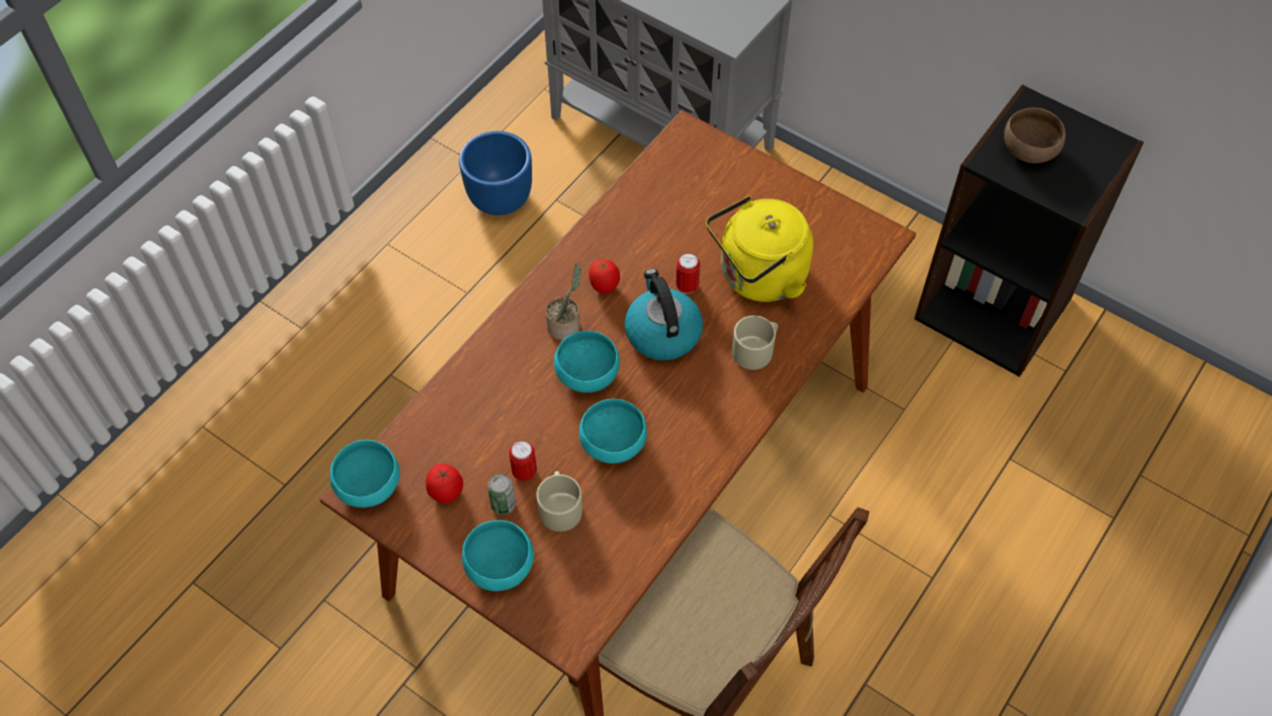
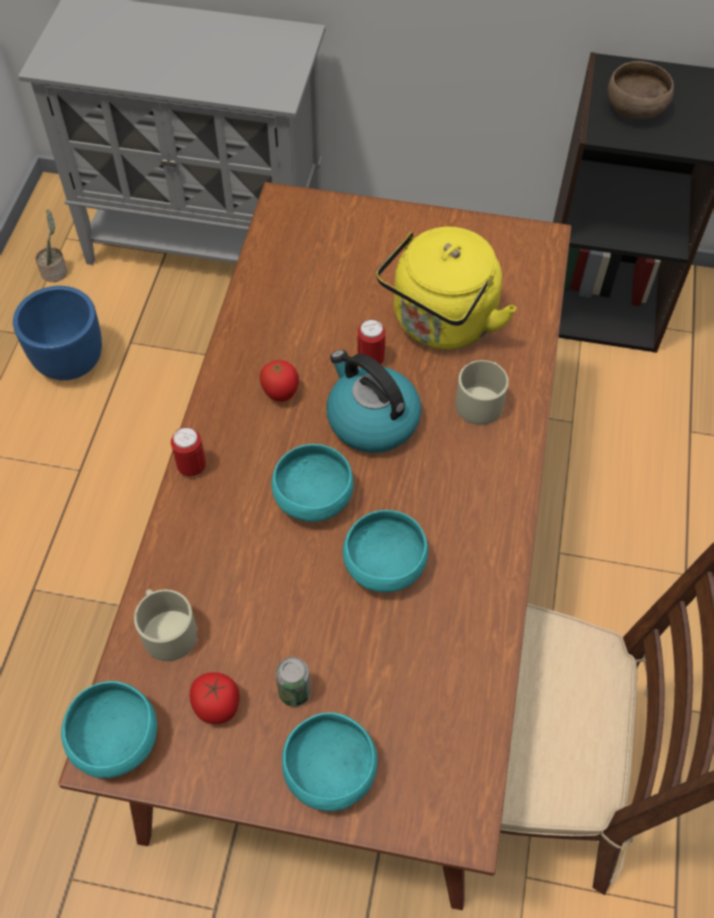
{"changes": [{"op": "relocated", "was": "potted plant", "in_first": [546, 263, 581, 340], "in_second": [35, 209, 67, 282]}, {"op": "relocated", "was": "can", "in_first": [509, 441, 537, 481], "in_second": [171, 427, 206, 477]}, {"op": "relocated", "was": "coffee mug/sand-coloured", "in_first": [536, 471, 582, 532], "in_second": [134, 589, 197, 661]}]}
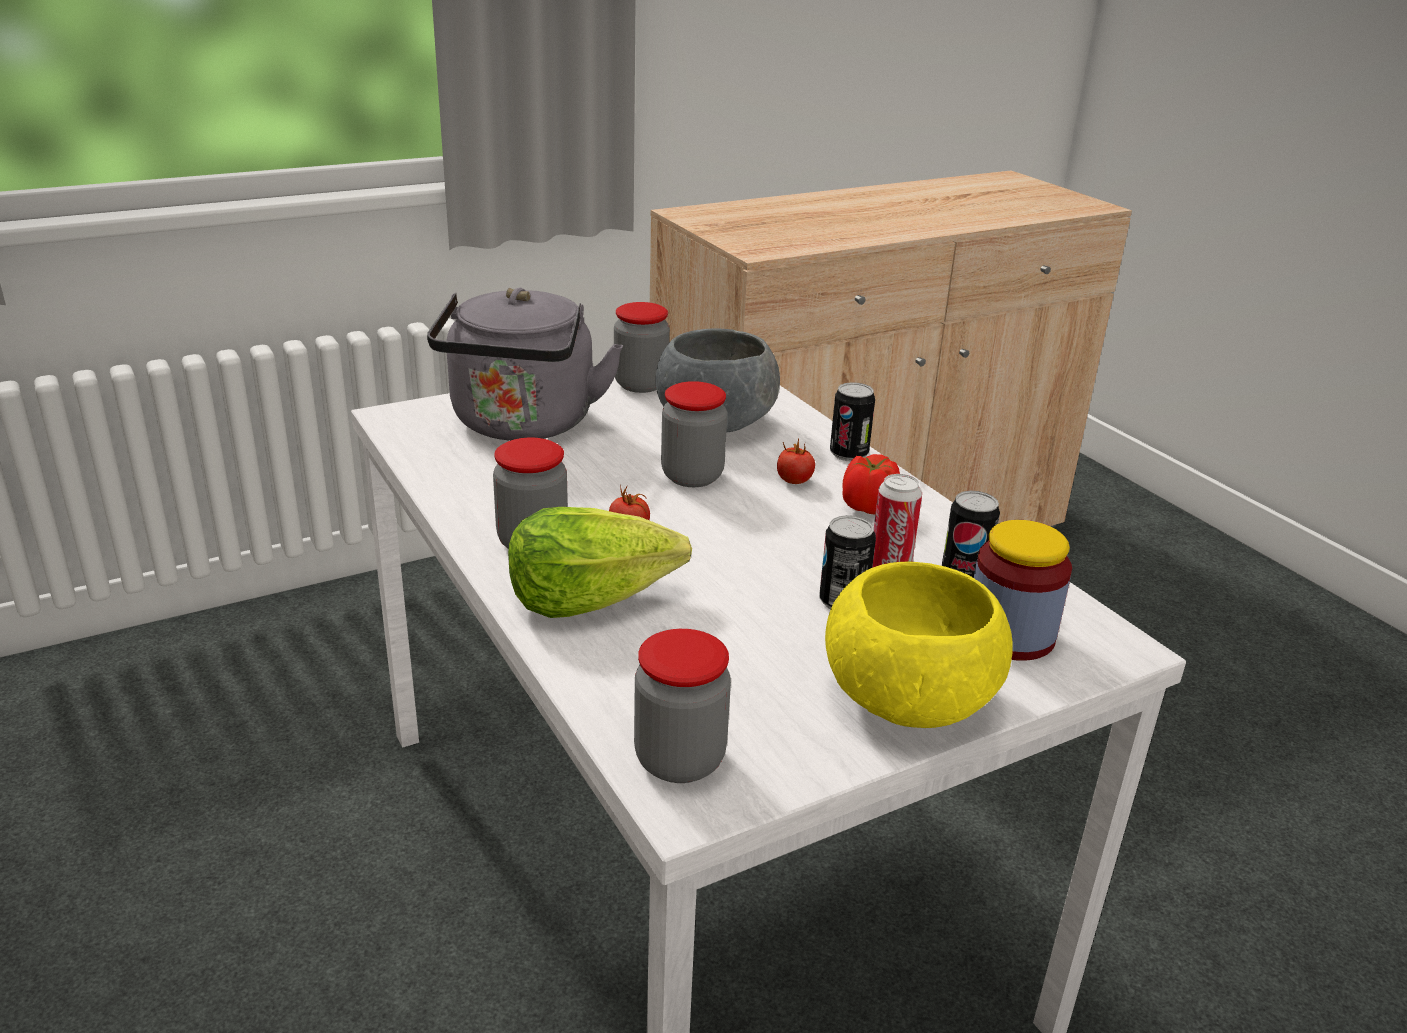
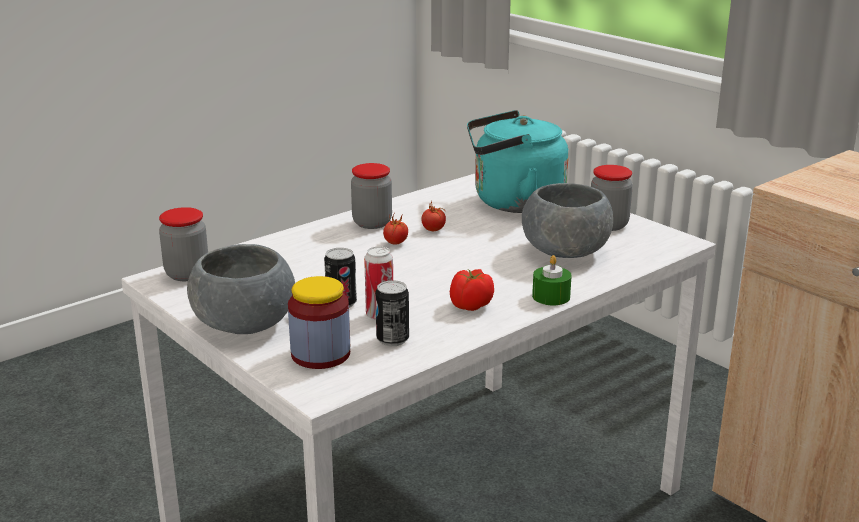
{"changes": [{"op": "colour", "was": "tea kettle/grey", "now": "tea kettle/turquoise-coloured", "in_first": [427, 288, 623, 441], "in_second": [467, 110, 569, 213]}, {"op": "missing", "was": "storage jar", "in_first": [661, 381, 727, 487]}, {"op": "exchanged", "was": "can", "now": "candle/green-coloured", "in_first": [830, 382, 875, 461], "in_second": [532, 255, 572, 305]}, {"op": "relocated", "was": "tomato", "in_first": [777, 438, 815, 484], "in_second": [421, 202, 446, 231]}, {"op": "missing", "was": "head of lettuce", "in_first": [508, 507, 692, 618]}, {"op": "colour", "was": "serving bowl/yellow", "now": "serving bowl/grey", "in_first": [825, 562, 1013, 728], "in_second": [187, 244, 295, 334]}]}
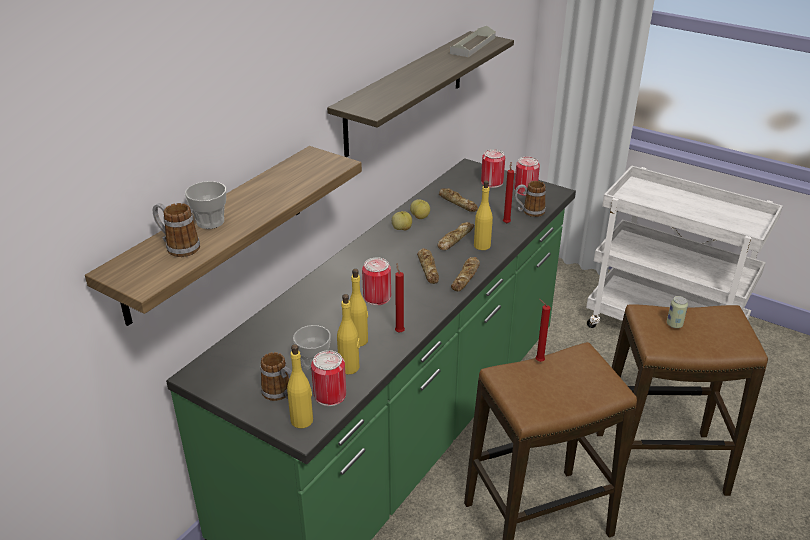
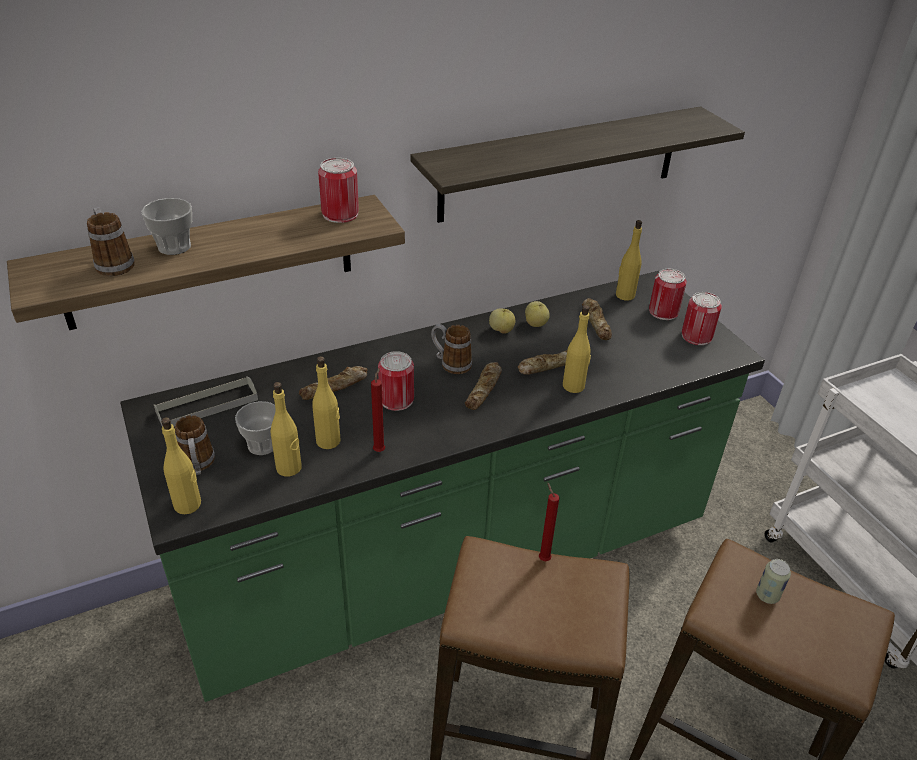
{"changes": [{"op": "relocated", "was": "tray/grey", "in_first": [450, 26, 496, 57], "in_second": [154, 376, 258, 427]}, {"op": "missing", "was": "candle/red", "in_first": [503, 162, 514, 224]}, {"op": "relocated", "was": "coffee mug", "in_first": [515, 181, 546, 217], "in_second": [431, 324, 472, 374]}, {"op": "relocated", "was": "bread", "in_first": [451, 257, 480, 291], "in_second": [299, 366, 368, 400]}, {"op": "relocated", "was": "can", "in_first": [311, 350, 346, 406], "in_second": [318, 158, 359, 223]}, {"op": "appeared", "now": "drink bottle/yellow", "in_second": [616, 220, 642, 301]}]}
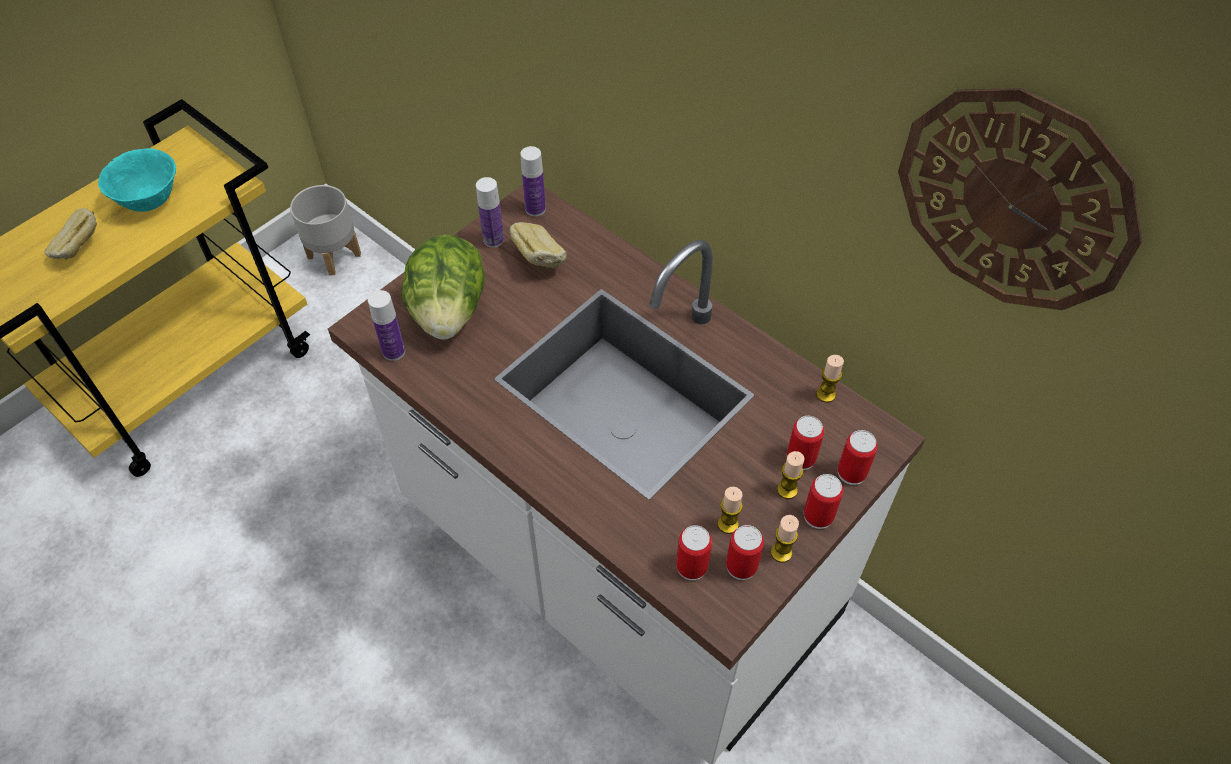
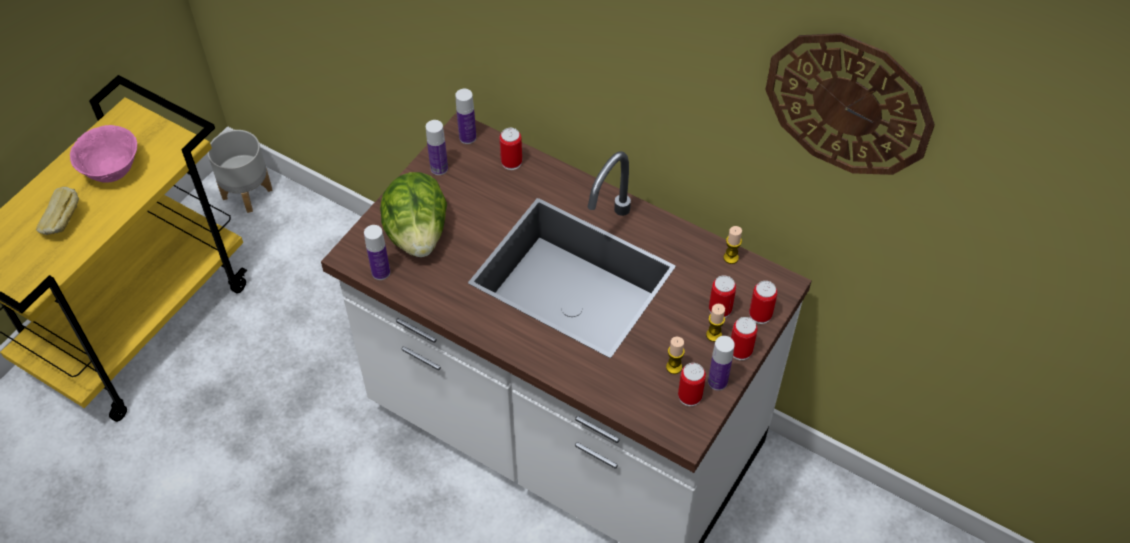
{"changes": [{"op": "colour", "was": "serving bowl/turquoise-coloured", "now": "serving bowl/pink", "in_first": [98, 148, 176, 212], "in_second": [70, 125, 137, 183]}, {"op": "missing", "was": "bread", "in_first": [510, 222, 567, 269]}, {"op": "exchanged", "was": "candle", "now": "drink bottle", "in_first": [771, 515, 799, 563], "in_second": [708, 336, 735, 391]}, {"op": "relocated", "was": "can", "in_first": [676, 525, 712, 581], "in_second": [499, 128, 522, 170]}]}
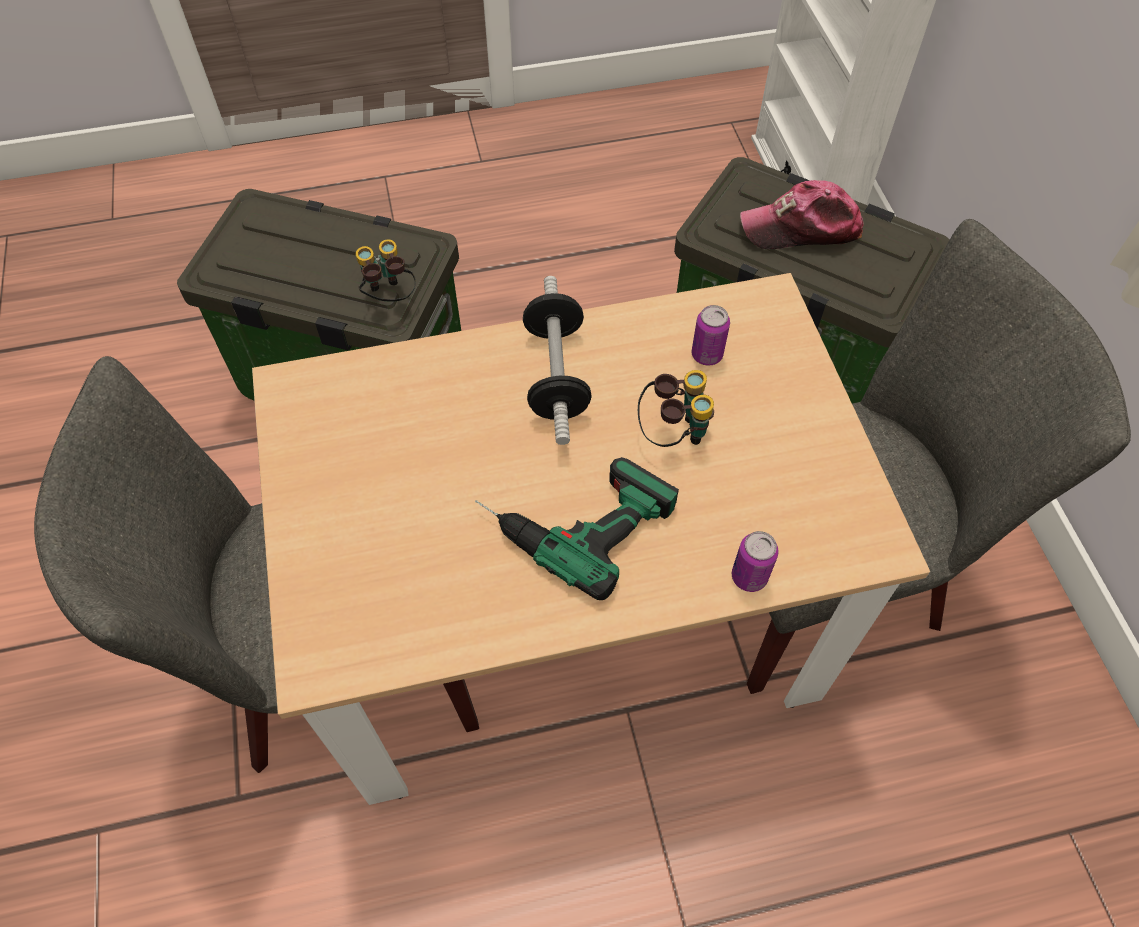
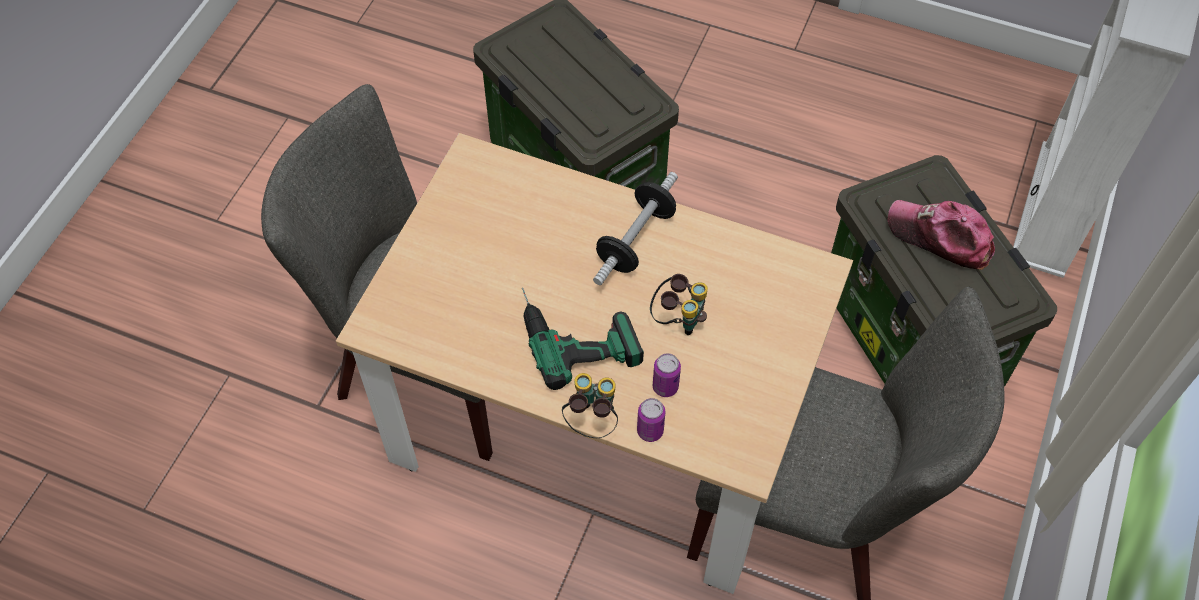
{"changes": [{"op": "relocated", "was": "pair of binoculars", "in_first": [356, 239, 416, 302], "in_second": [562, 373, 618, 438]}, {"op": "relocated", "was": "can", "in_first": [692, 305, 730, 366], "in_second": [653, 353, 681, 397]}]}
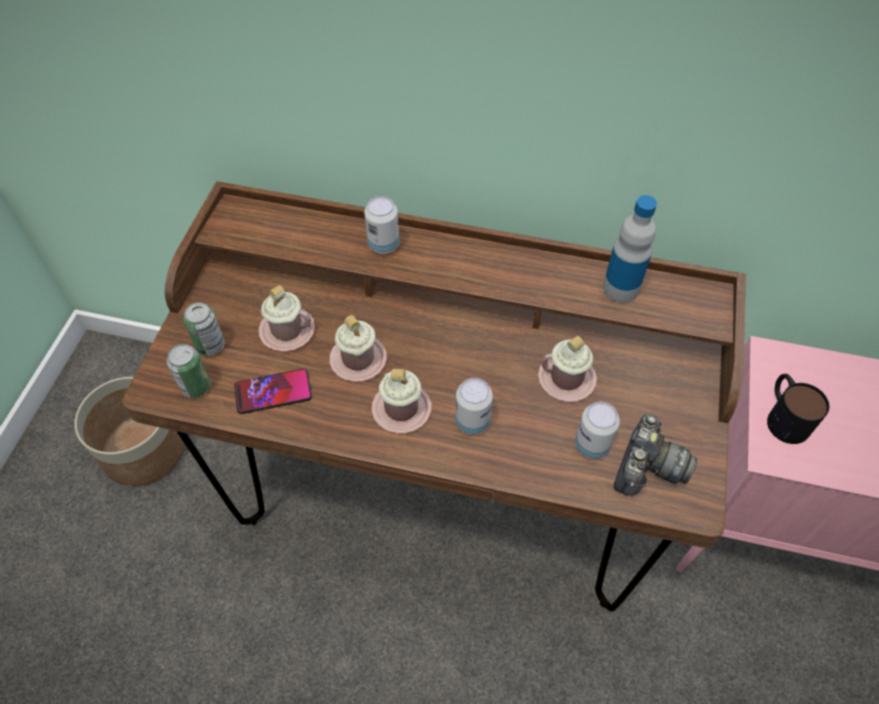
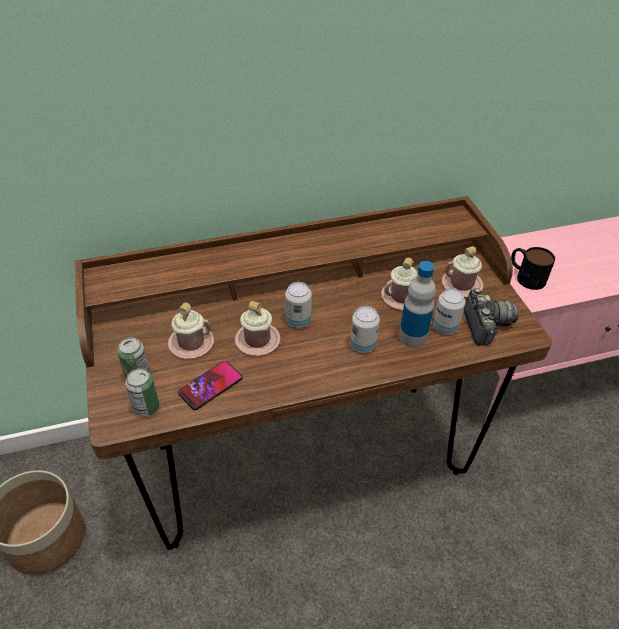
{"changes": [{"op": "relocated", "was": "drink bottle", "in_first": [603, 195, 657, 303], "in_second": [399, 261, 436, 347]}, {"op": "relocated", "was": "can", "in_first": [364, 196, 399, 254], "in_second": [285, 282, 312, 328]}, {"op": "relocated", "was": "coffee mug/pink", "in_first": [371, 369, 431, 433], "in_second": [442, 246, 484, 297]}]}
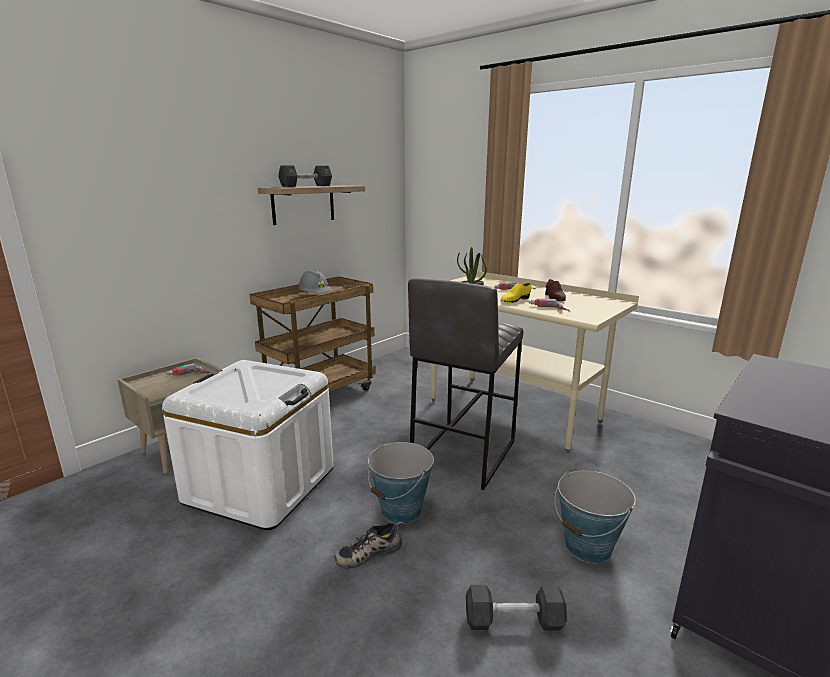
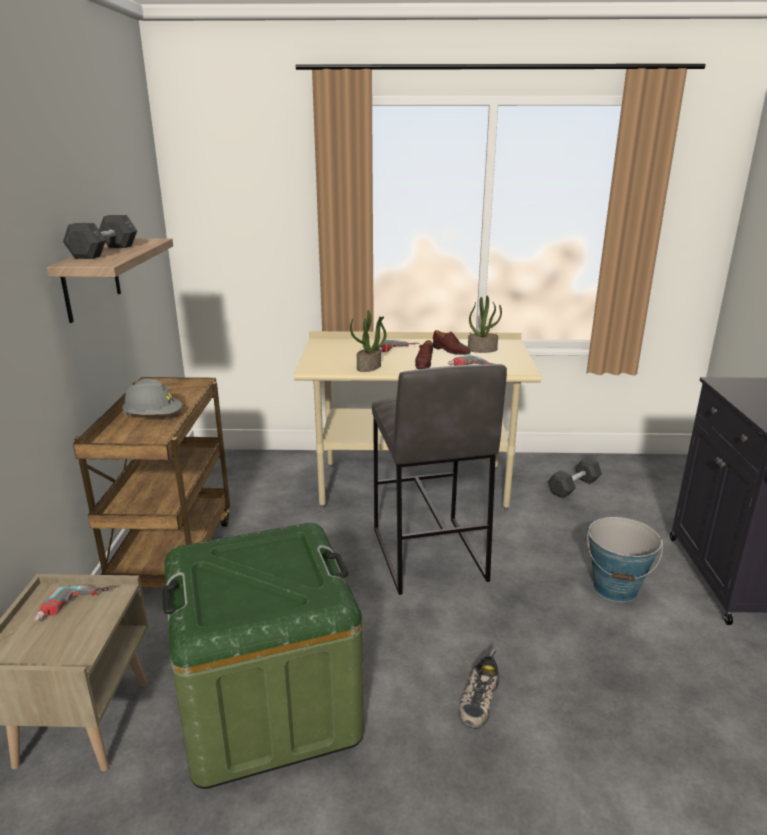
{"changes": [{"op": "colour", "was": "low shoe/yellow", "now": "low shoe/brownish", "in_first": [500, 283, 531, 303], "in_second": [415, 340, 433, 369]}, {"op": "colour", "was": "storage box/white-coloured", "now": "storage box/green-coloured", "in_first": [162, 360, 333, 530], "in_second": [162, 523, 364, 789]}, {"op": "missing", "was": "pail", "in_first": [368, 442, 434, 524]}, {"op": "relocated", "was": "dumbbell/grey", "in_first": [466, 585, 567, 631], "in_second": [548, 457, 602, 498]}, {"op": "appeared", "now": "potted plant", "in_second": [468, 296, 502, 353]}]}
